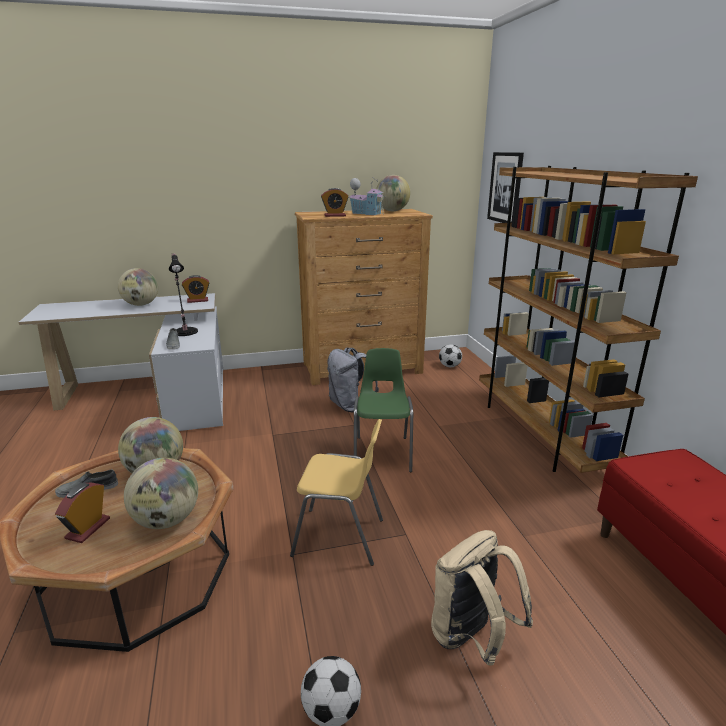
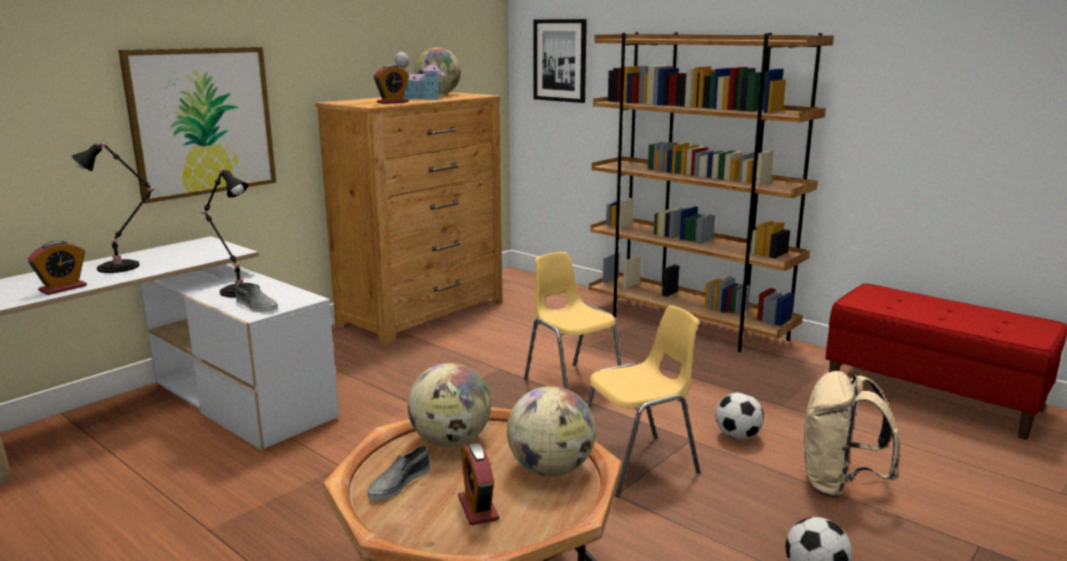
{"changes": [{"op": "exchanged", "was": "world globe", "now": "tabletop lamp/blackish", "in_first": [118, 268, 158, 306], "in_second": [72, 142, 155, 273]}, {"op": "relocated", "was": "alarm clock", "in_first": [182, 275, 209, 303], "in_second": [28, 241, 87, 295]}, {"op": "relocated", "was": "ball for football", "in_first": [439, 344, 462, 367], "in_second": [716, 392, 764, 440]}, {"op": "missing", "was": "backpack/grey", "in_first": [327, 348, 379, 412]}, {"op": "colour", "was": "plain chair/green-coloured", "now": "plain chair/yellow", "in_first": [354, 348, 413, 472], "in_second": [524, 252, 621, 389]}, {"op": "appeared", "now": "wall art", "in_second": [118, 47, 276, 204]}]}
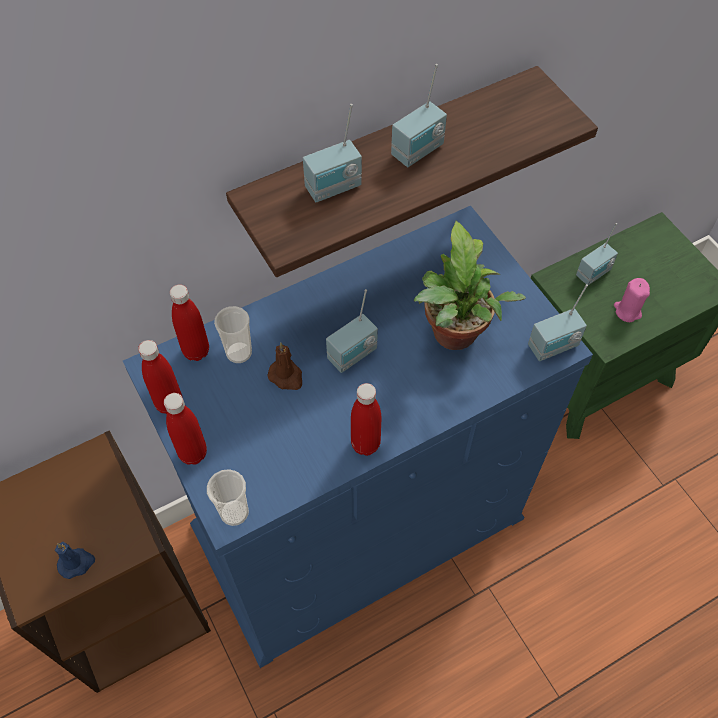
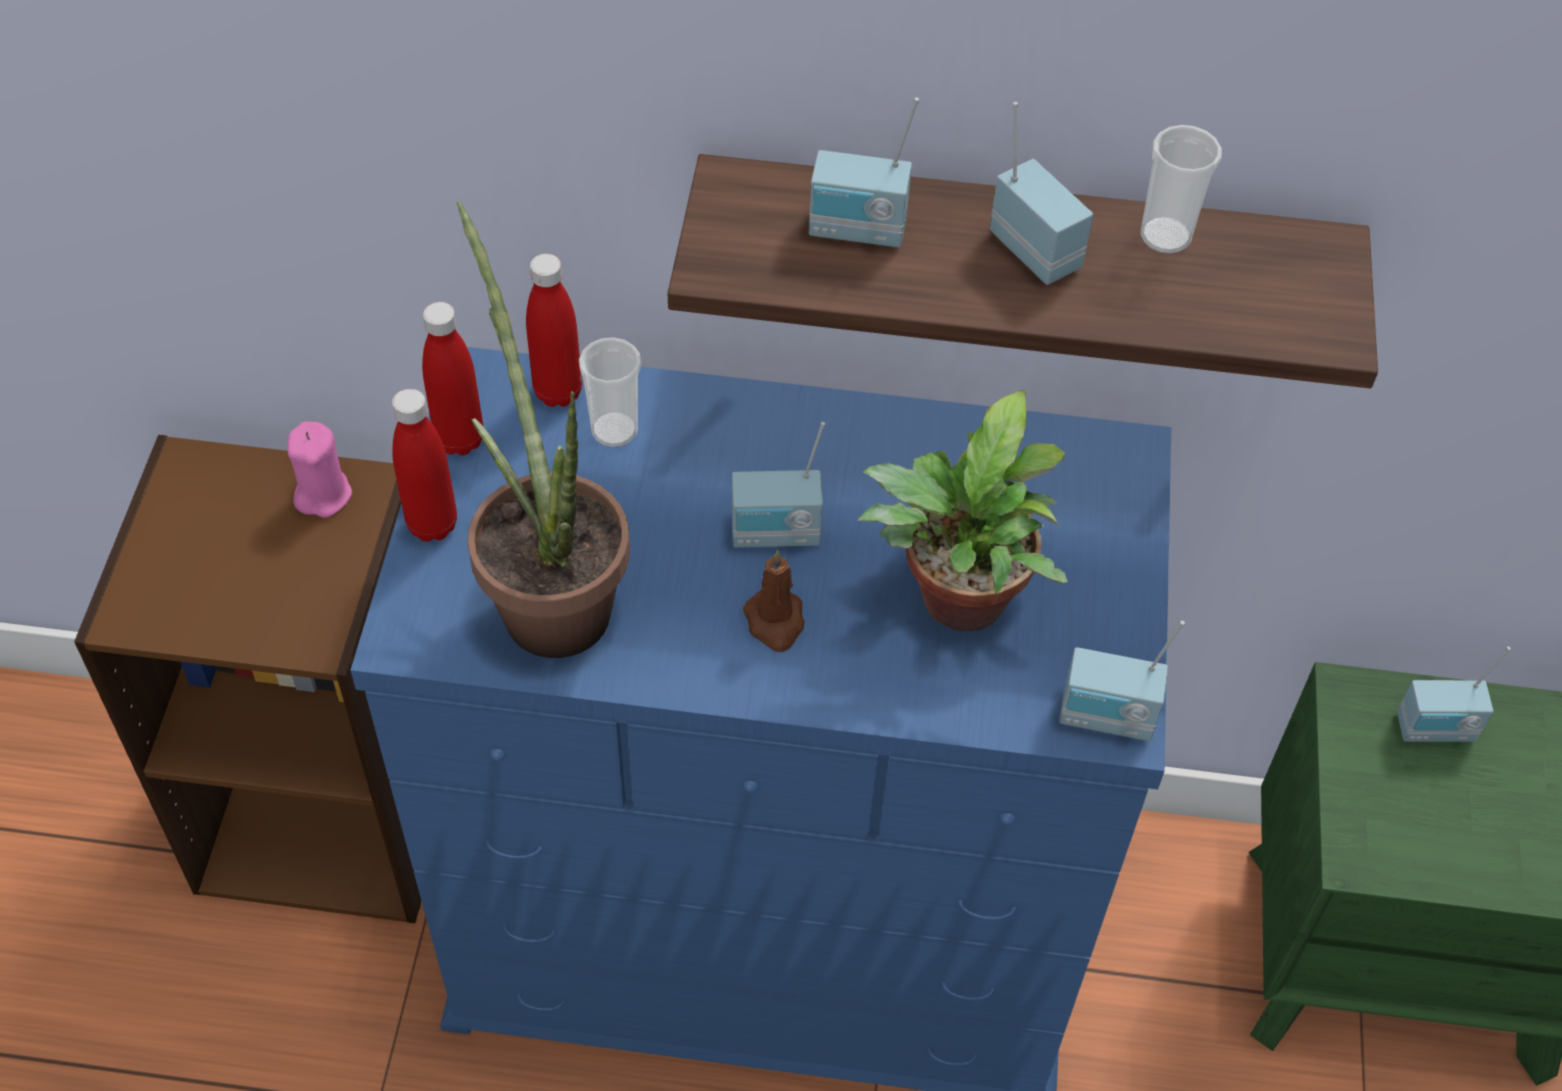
{"changes": [{"op": "spun", "was": "radio", "in_first": [391, 64, 447, 167], "in_second": [989, 102, 1093, 285], "clockwise": -120}, {"op": "relocated", "was": "candle/pink", "in_first": [614, 278, 650, 322], "in_second": [288, 421, 352, 518]}, {"op": "relocated", "was": "candle/brownish", "in_first": [268, 343, 302, 390], "in_second": [743, 550, 804, 652]}, {"op": "missing", "was": "drink bottle/red", "in_first": [351, 383, 381, 456]}, {"op": "relocated", "was": "cup", "in_first": [207, 469, 249, 526], "in_second": [1141, 125, 1222, 254]}, {"op": "missing", "was": "candle/blue-coloured", "in_first": [55, 542, 95, 579]}, {"op": "appeared", "now": "potted plant", "in_second": [456, 201, 630, 658]}]}
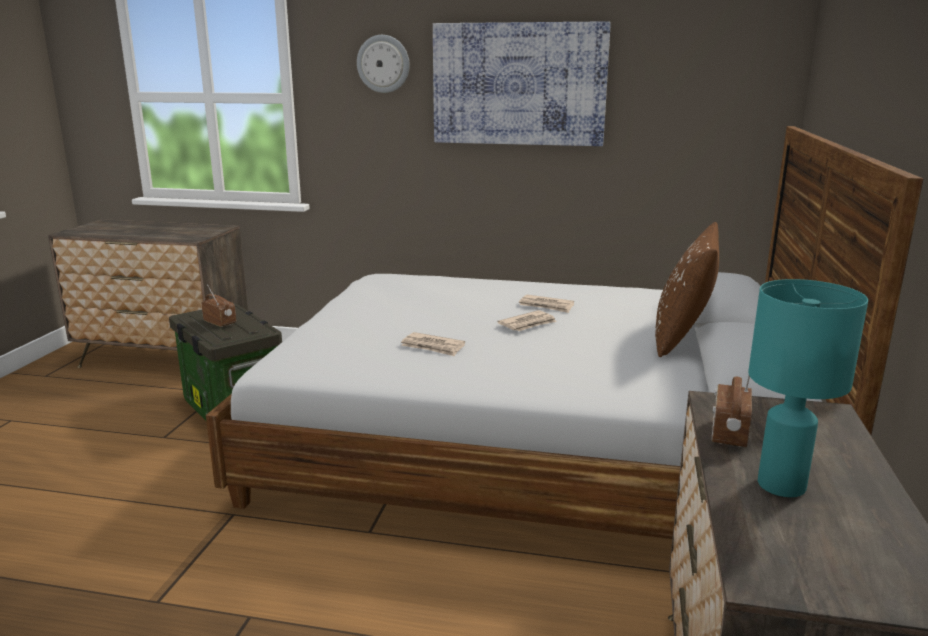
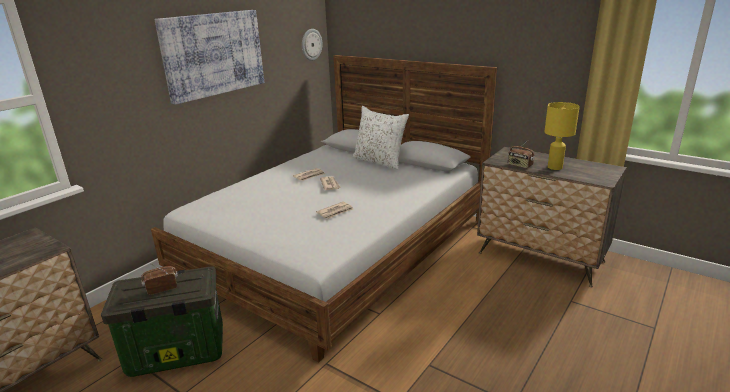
{"changes": [{"op": "relocated", "was": "clock on the wall", "in_first": [357, 35, 410, 93], "in_second": [302, 29, 323, 61]}, {"op": "colour", "was": "pillow/brownish", "now": "pillow/white-coloured", "in_first": [655, 222, 719, 357], "in_second": [352, 106, 409, 170]}, {"op": "colour", "was": "tabletop lamp/turquoise-coloured", "now": "tabletop lamp/yellow", "in_first": [748, 279, 868, 497], "in_second": [544, 102, 580, 170]}]}
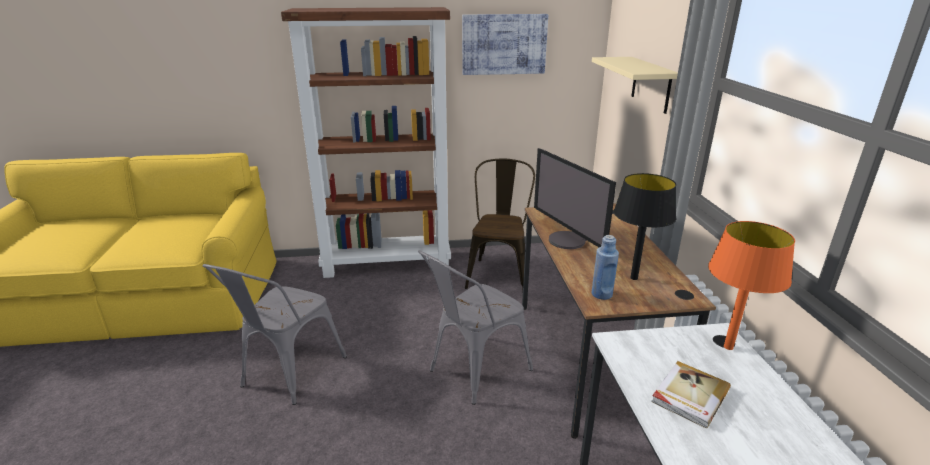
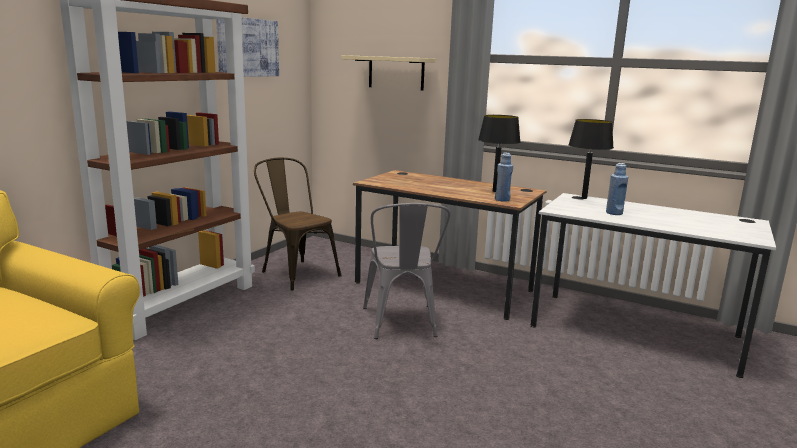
{"changes": [{"op": "missing", "was": "computer display", "in_first": [534, 148, 616, 249]}, {"op": "colour", "was": "tabletop lamp/orange", "now": "tabletop lamp/blackish", "in_first": [708, 221, 795, 350], "in_second": [568, 119, 614, 199]}, {"op": "missing", "was": "plain chair/grey", "in_first": [203, 264, 347, 405]}, {"op": "exchanged", "was": "bound book", "now": "drink bottle/blue-coloured", "in_first": [651, 361, 731, 428], "in_second": [606, 163, 628, 215]}]}
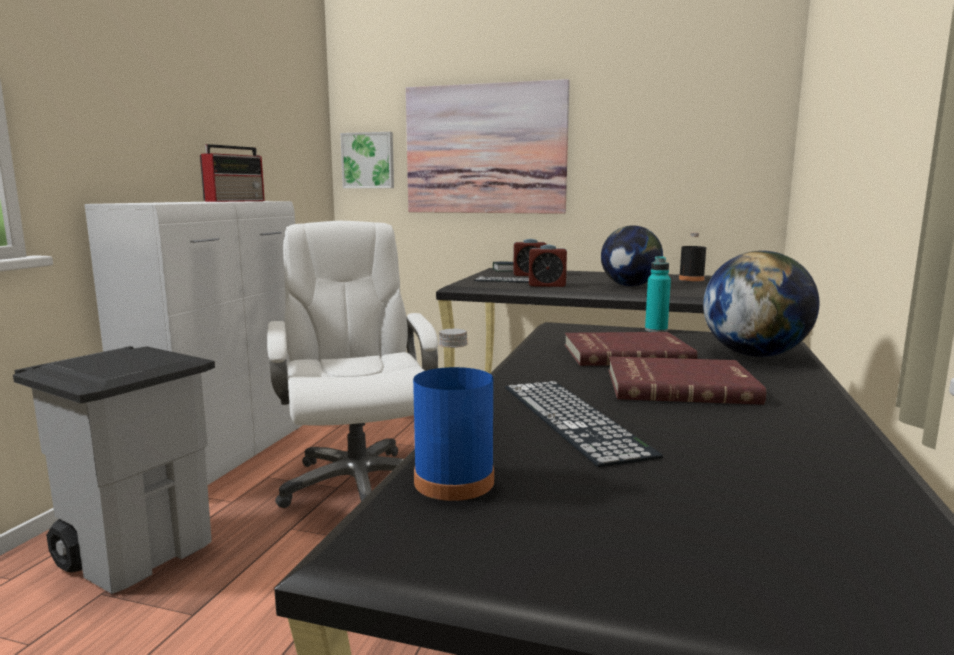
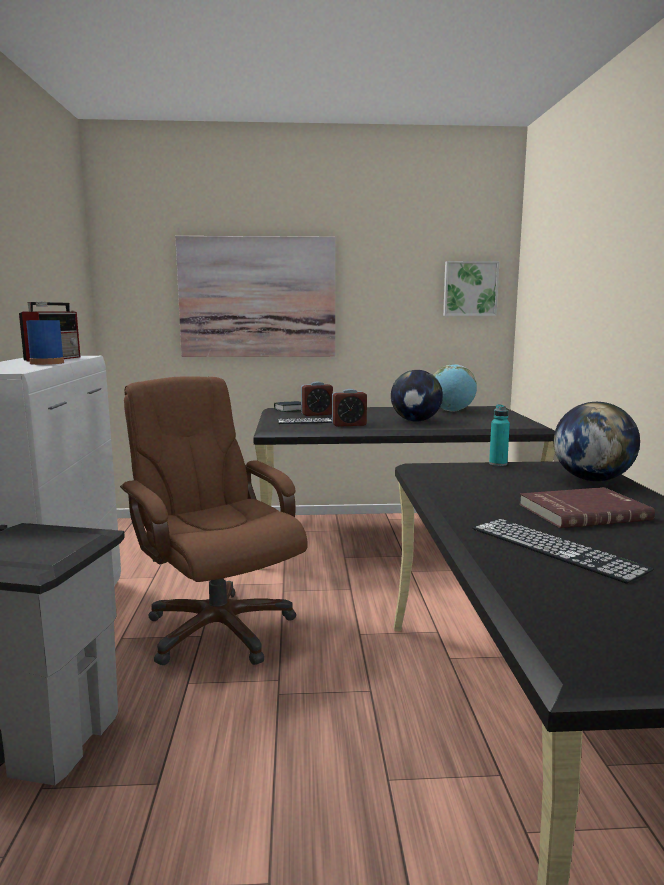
{"changes": [{"op": "relocated", "was": "wall art", "in_first": [340, 132, 394, 188], "in_second": [443, 261, 500, 316]}, {"op": "colour", "was": "computer chair/white-coloured", "now": "computer chair/brownish", "in_first": [267, 221, 438, 508], "in_second": [120, 377, 308, 665]}, {"op": "exchanged", "was": "drink bottle/blackish", "now": "world globe", "in_first": [679, 232, 706, 281], "in_second": [433, 364, 477, 412]}, {"op": "relocated", "was": "drink bottle/blue-coloured", "in_first": [413, 329, 494, 501], "in_second": [26, 302, 64, 365]}, {"op": "missing", "was": "bound book/red", "in_first": [565, 332, 698, 366]}]}
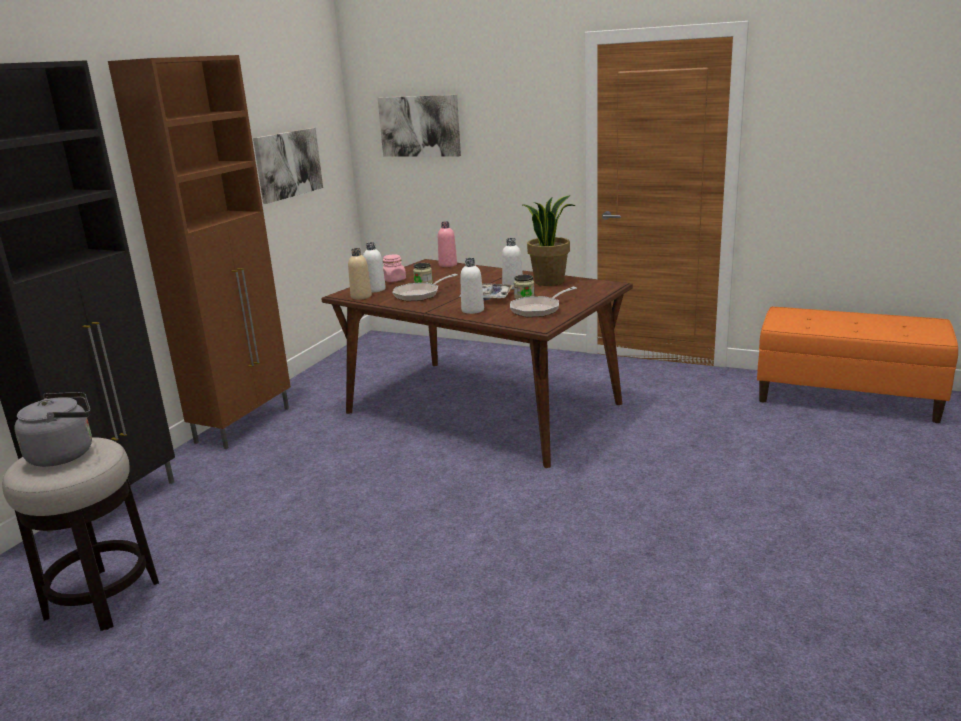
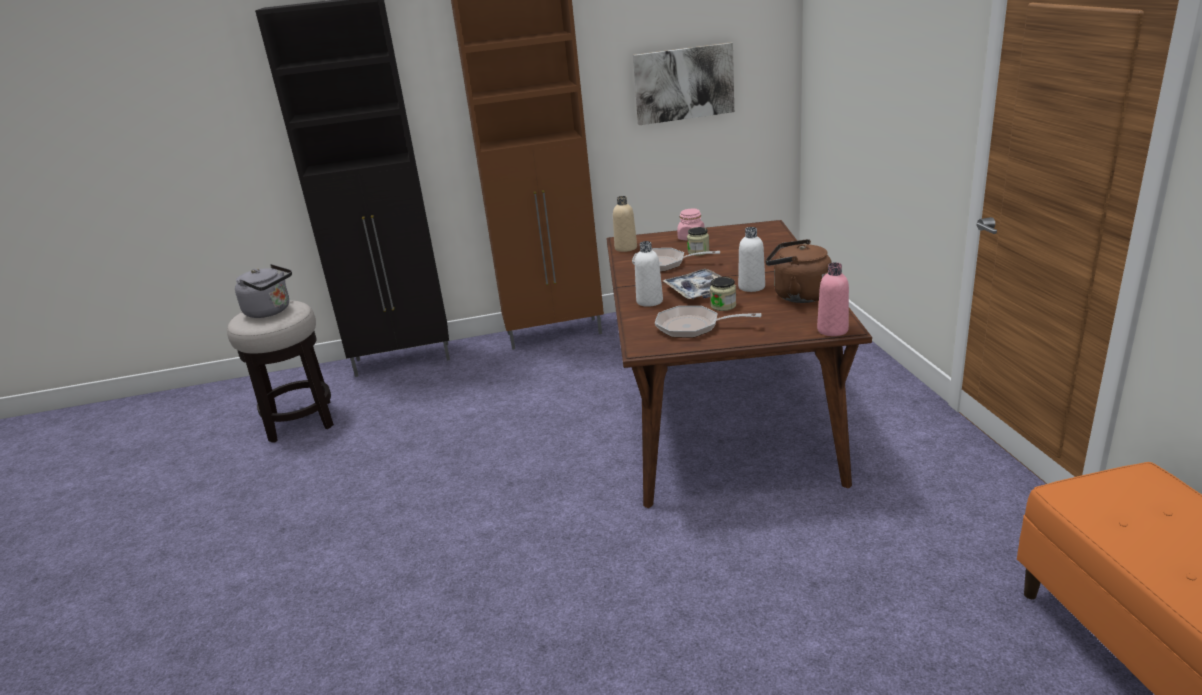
{"changes": [{"op": "missing", "was": "wall art", "in_first": [378, 95, 461, 157]}, {"op": "exchanged", "was": "potted plant", "now": "tea kettle/brownish", "in_first": [521, 195, 576, 286], "in_second": [765, 239, 832, 303]}, {"op": "relocated", "was": "drink bottle/pink", "in_first": [438, 221, 457, 267], "in_second": [817, 262, 849, 336]}, {"op": "missing", "was": "drink bottle/white-coloured", "in_first": [363, 242, 386, 292]}]}
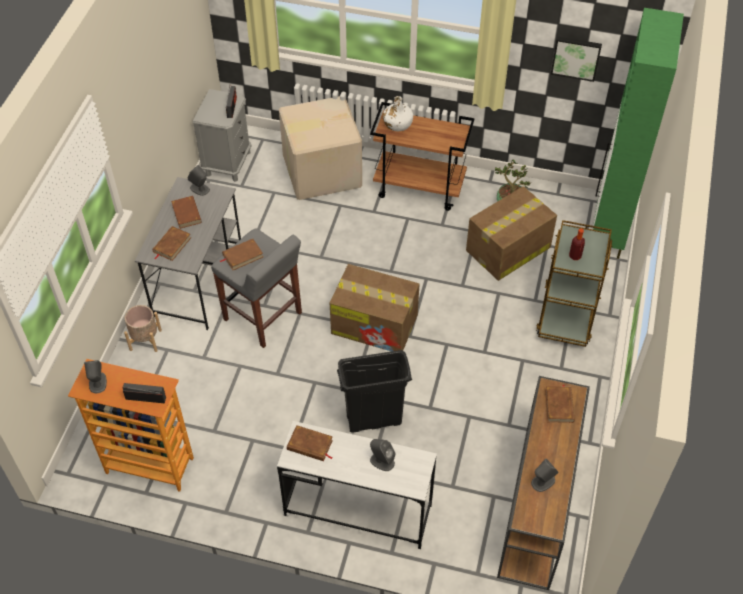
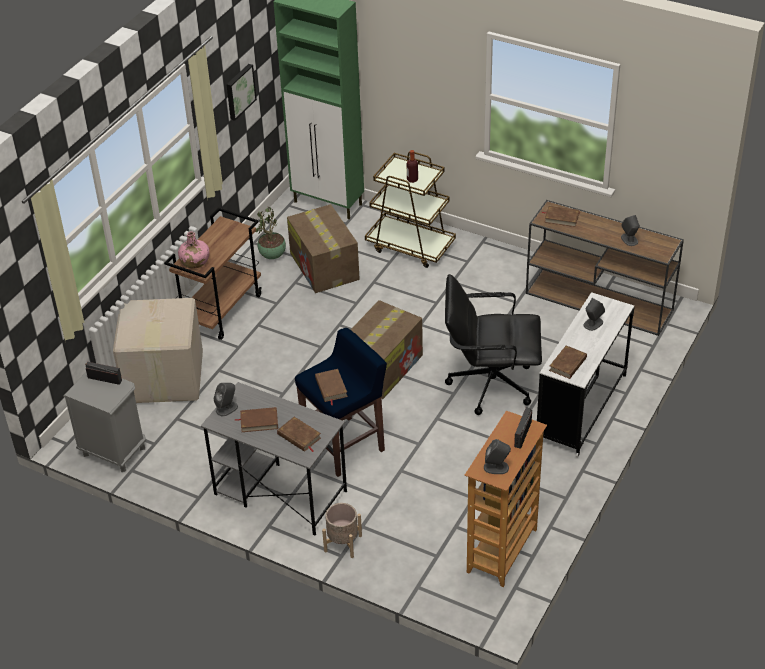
{"changes": [{"op": "colour", "was": "drink bottle/white-coloured", "now": "drink bottle/pink", "in_first": [383, 96, 413, 131], "in_second": [178, 231, 209, 269]}, {"op": "colour", "was": "stool/grey", "now": "stool/blue-coloured", "in_first": [211, 229, 302, 348], "in_second": [295, 328, 387, 477]}, {"op": "exchanged", "was": "trash can/blackish", "now": "computer chair/blackish", "in_first": [337, 350, 412, 433], "in_second": [445, 274, 542, 415]}]}
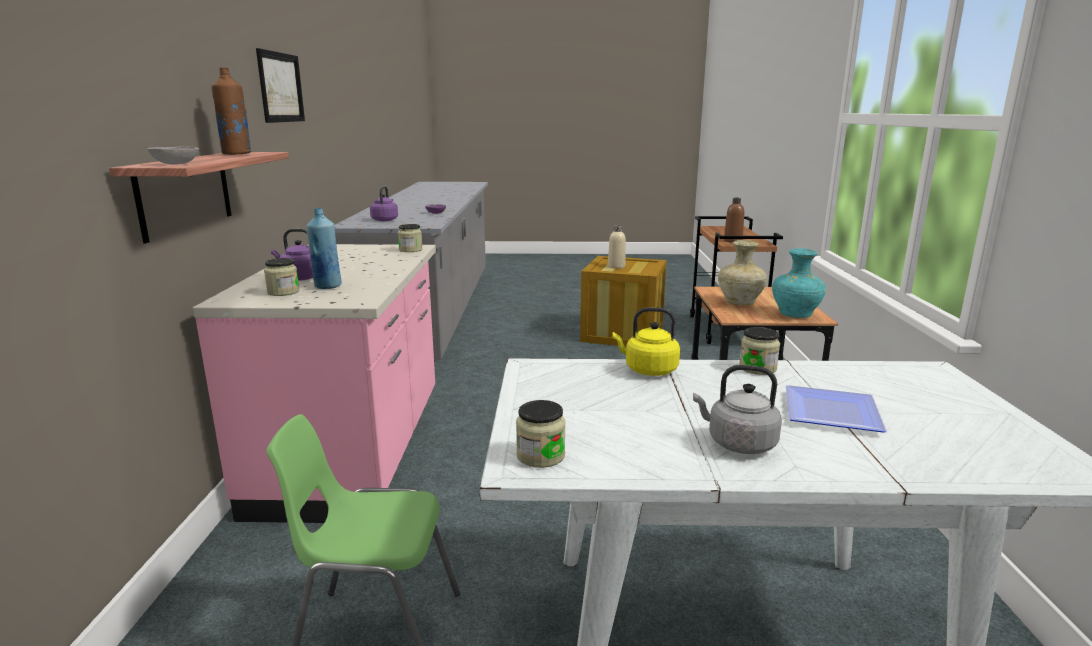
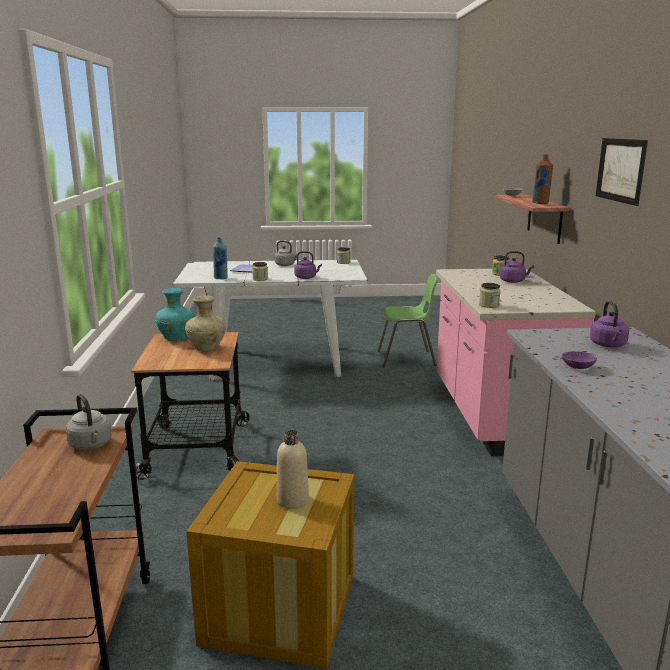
{"changes": [{"op": "exchanged", "was": "drink bottle/brownish", "now": "tea kettle/grey", "in_first": [724, 198, 744, 243], "in_second": [65, 394, 112, 450]}, {"op": "relocated", "was": "drink bottle/blue-coloured", "in_first": [306, 208, 342, 289], "in_second": [213, 238, 228, 279]}, {"op": "colour", "was": "tea kettle/yellow", "now": "tea kettle/purple-coloured", "in_first": [613, 307, 680, 376], "in_second": [294, 251, 322, 279]}]}
